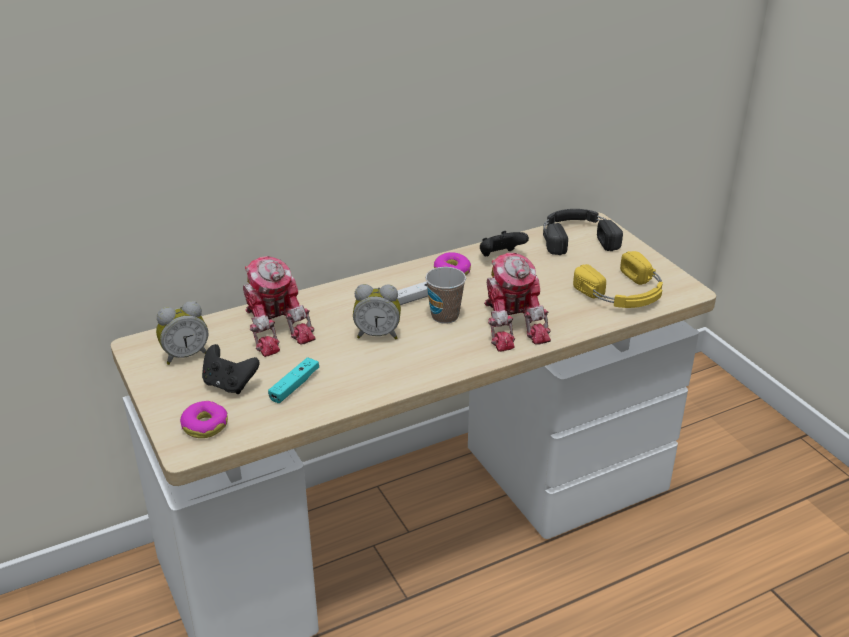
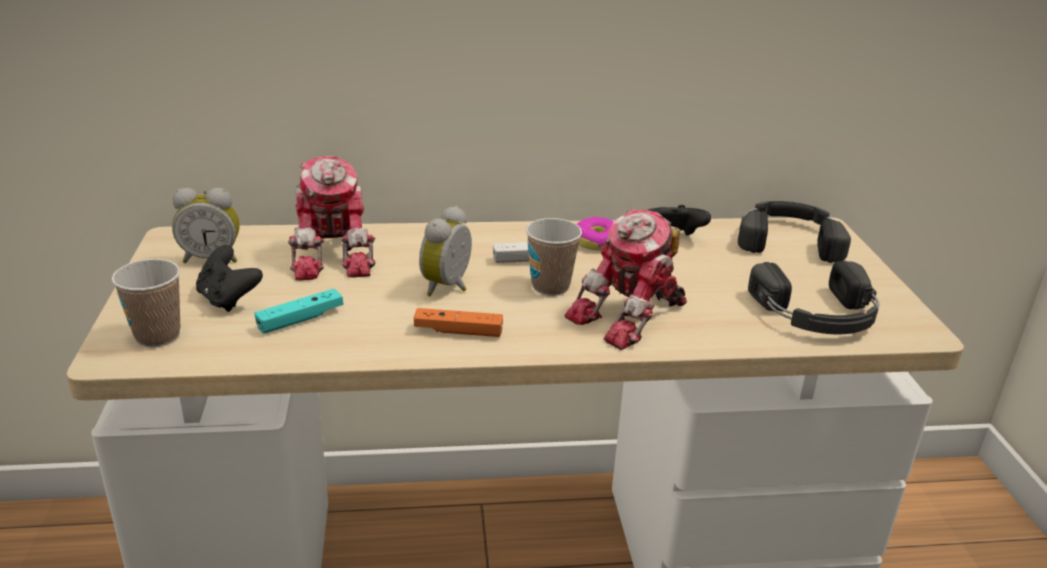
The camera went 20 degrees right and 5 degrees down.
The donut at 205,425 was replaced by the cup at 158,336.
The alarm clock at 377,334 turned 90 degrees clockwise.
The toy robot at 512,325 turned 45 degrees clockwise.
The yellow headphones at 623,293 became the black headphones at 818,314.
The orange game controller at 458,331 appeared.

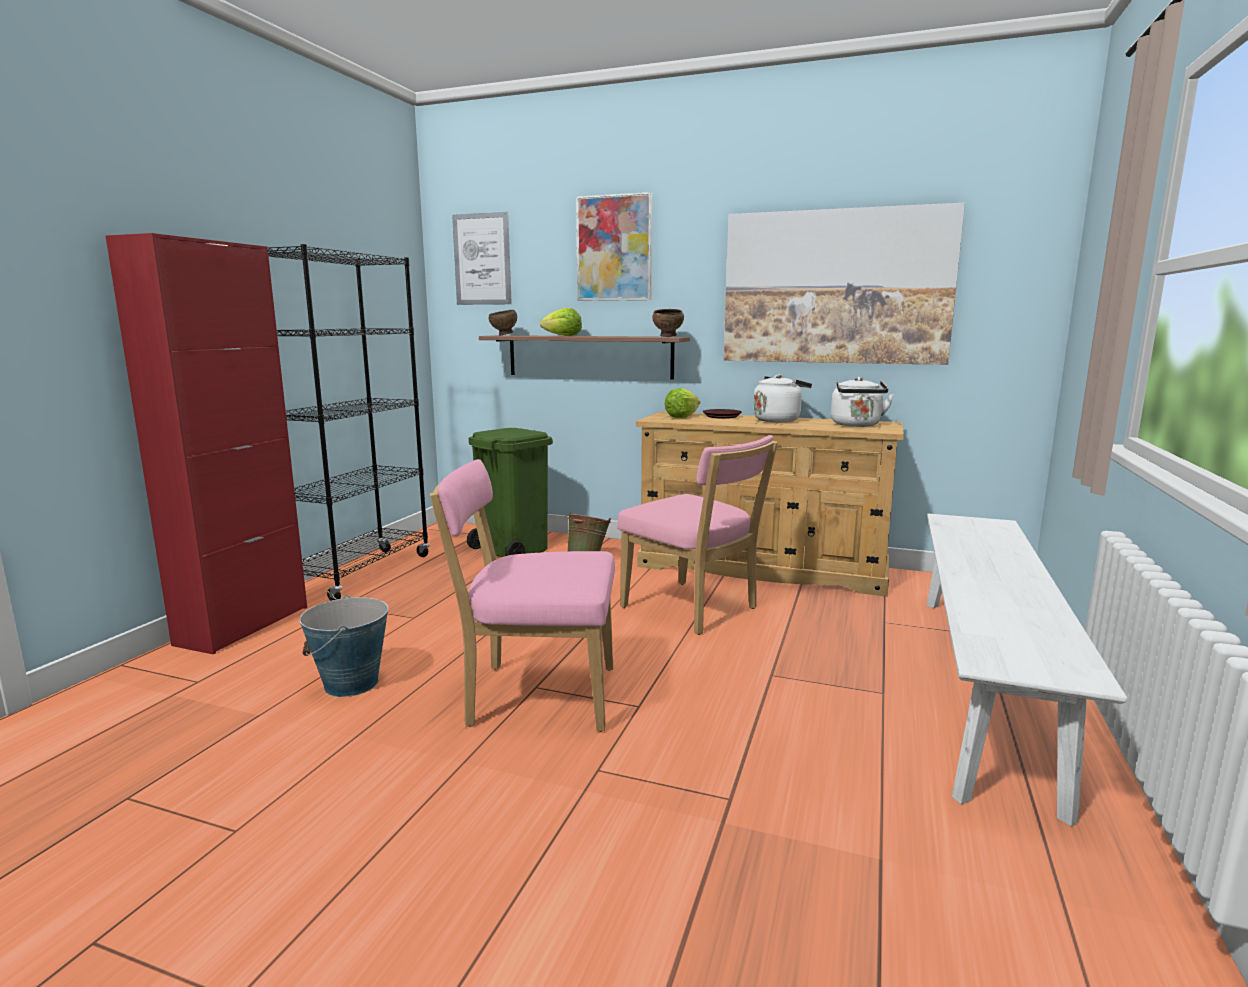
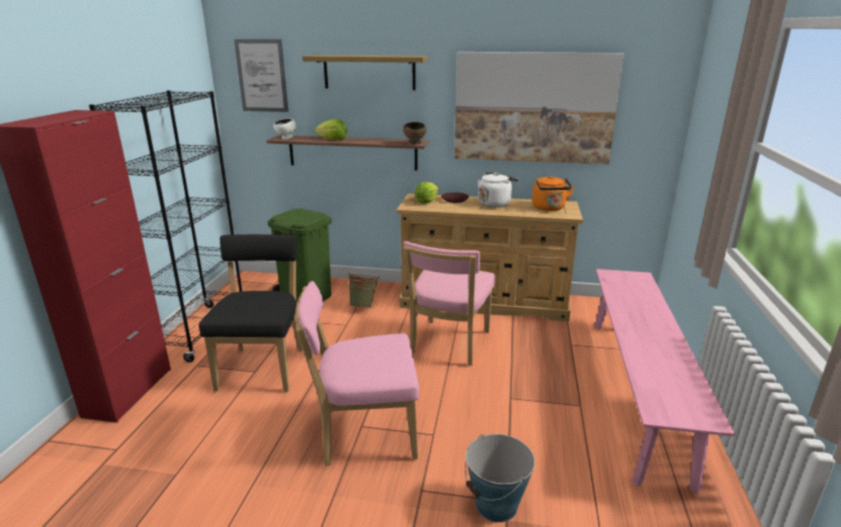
The camera went 10 degrees left and 10 degrees up.
The bucket moved from 351,684 to 496,505.
The brown bowl at 504,335 became the white bowl at 286,139.
The picture at 614,248 was replaced by the shelf at 369,72.
The pink chair at 694,609 turned 75 degrees clockwise.
The white kettle at 856,425 became the orange kettle at 549,208.
The white bench at 981,684 became the pink bench at 636,391.
The black chair at 263,366 appeared.

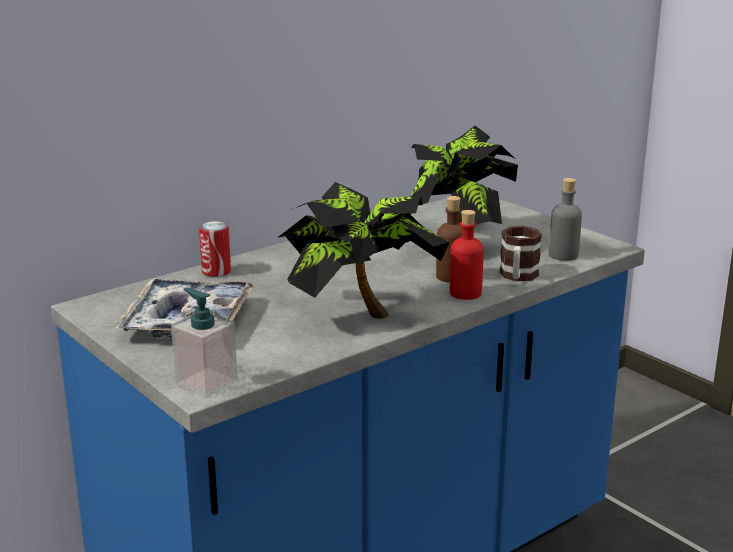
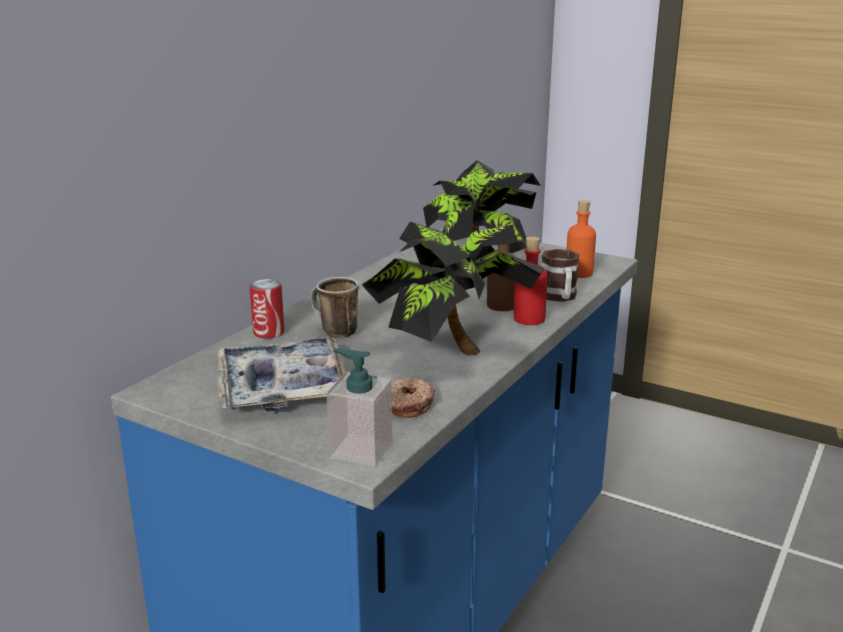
The camera went 20 degrees left and 0 degrees up.
The grey bottle at 563,255 became the orange bottle at 578,273.
The mug at 333,331 appeared.
The donut at 407,405 appeared.

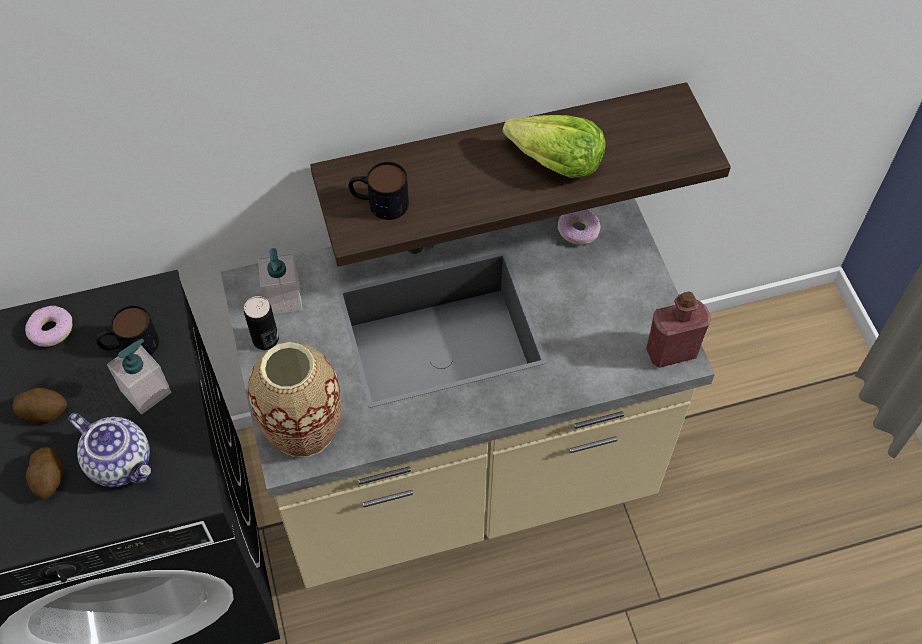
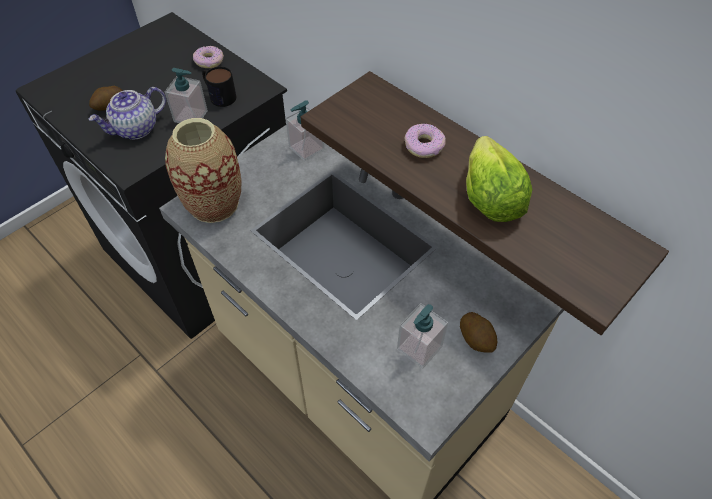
The camera went 60 degrees right and 5 degrees down.
The potato moved from 44,411 to 476,339.
The teapot at 121,462 turned 45 degrees clockwise.
The can at 265,339 disappeared.
The mug at 379,203 disappeared.
The donut moved from 578,230 to 424,146.
The red bottle at 671,352 disappeared.
The soap dispenser at 419,348 appeared.

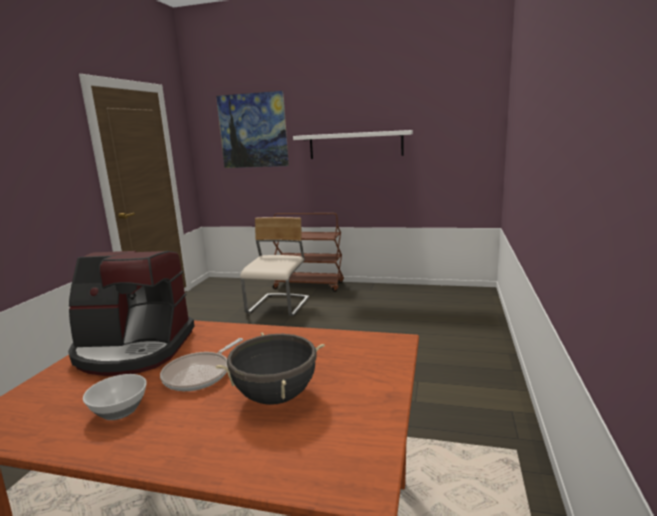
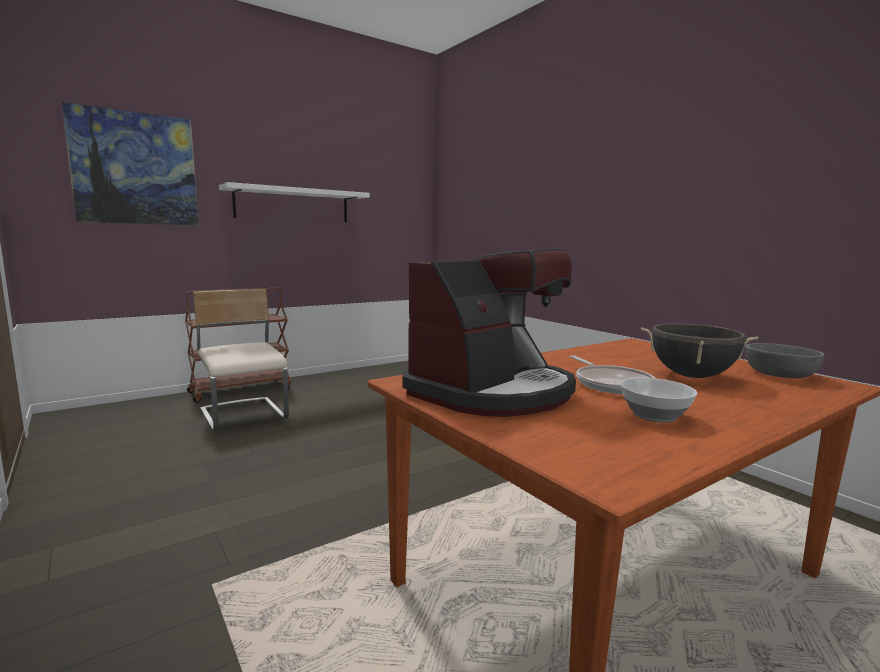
The camera went 50 degrees left and 5 degrees down.
The grey bowl at 779,374 appeared.

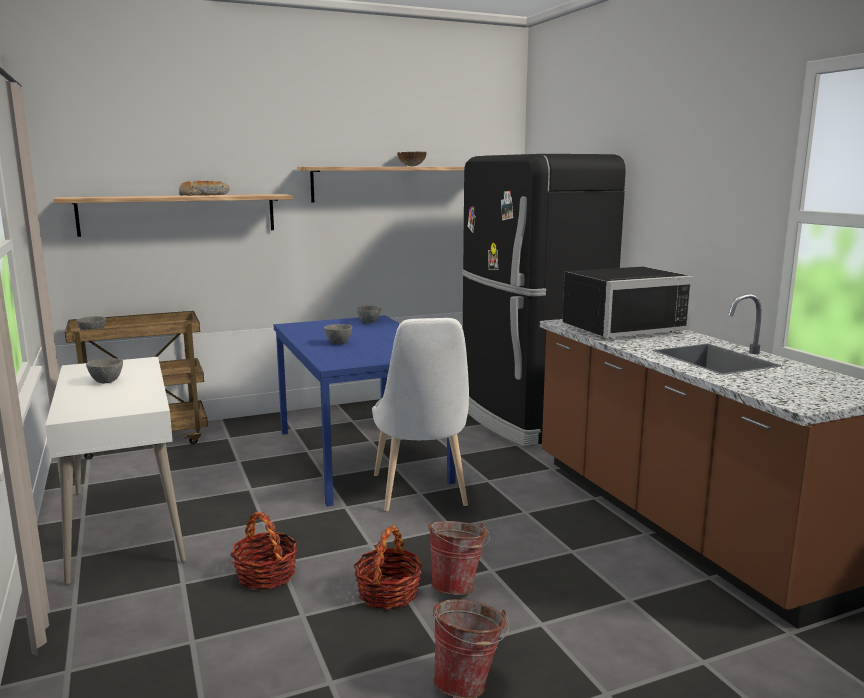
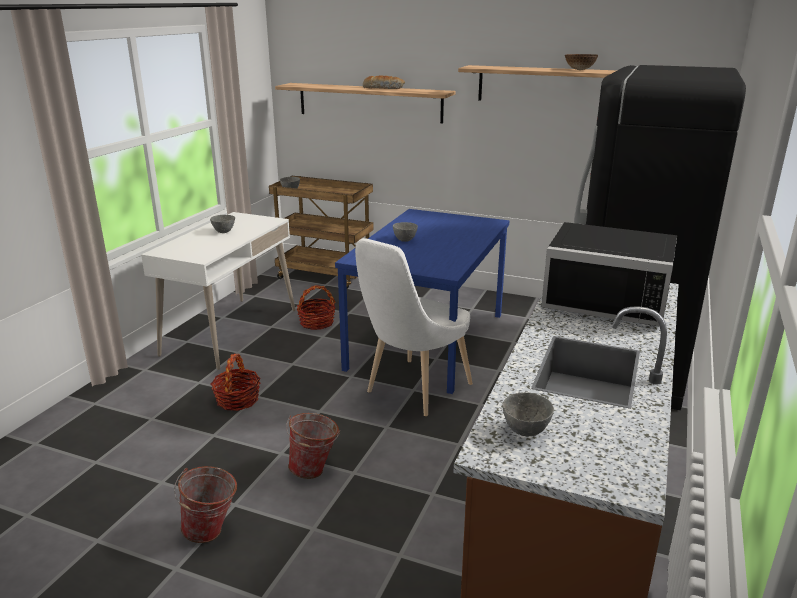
The camera went 45 degrees right and 10 degrees up.
The basket moved from 388,593 to 316,323.
The grey bowl moved from 369,322 to 526,431.

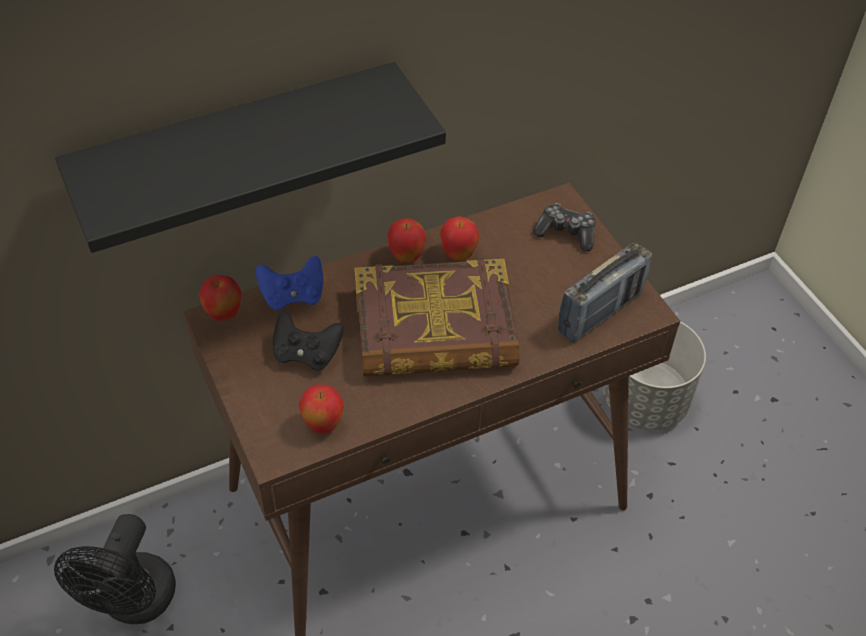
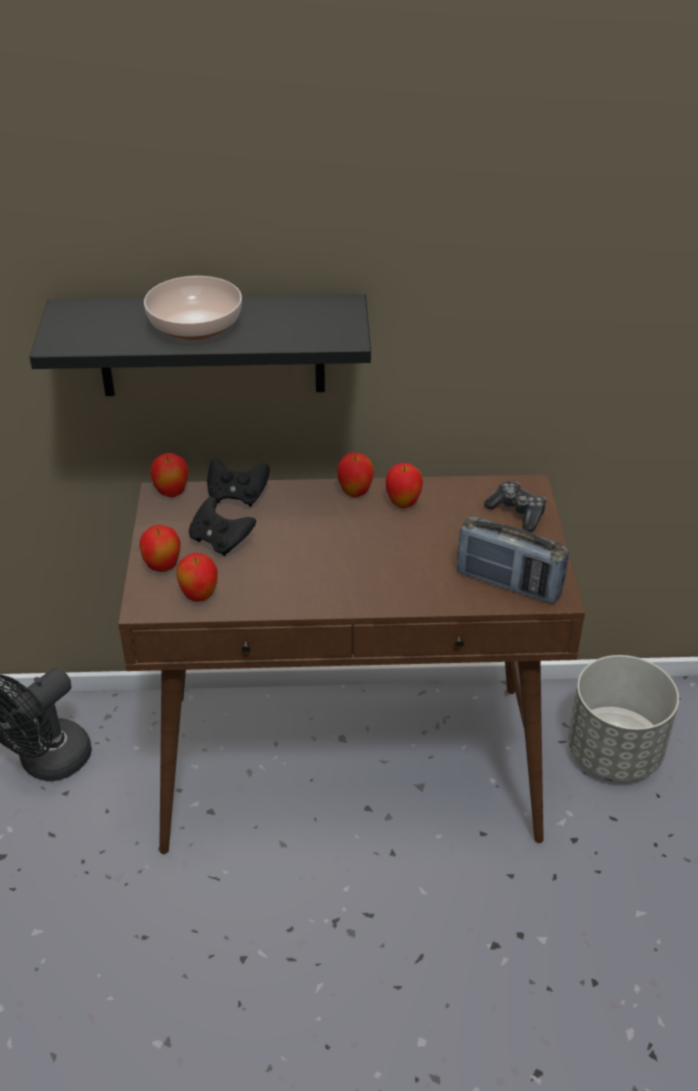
The camera went 25 degrees right and 10 degrees down.
The blue game controller at 293,296 became the black game controller at 237,496.
The book at 435,330 disappeared.
The radio at 600,312 turned 45 degrees clockwise.
The apple at 163,567 appeared.
The bowl at 194,325 appeared.

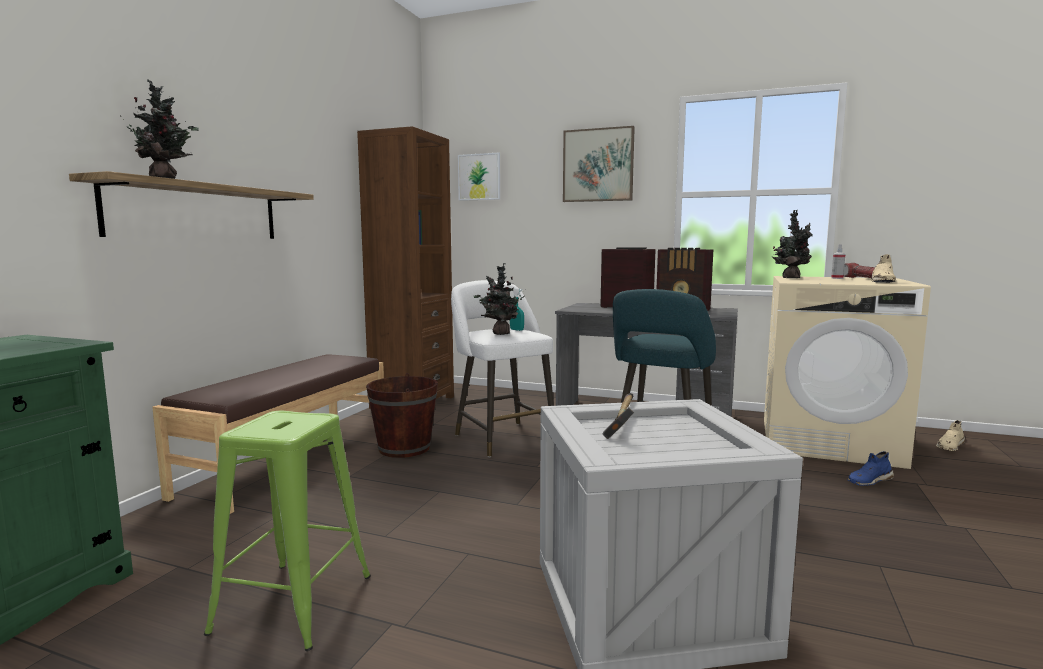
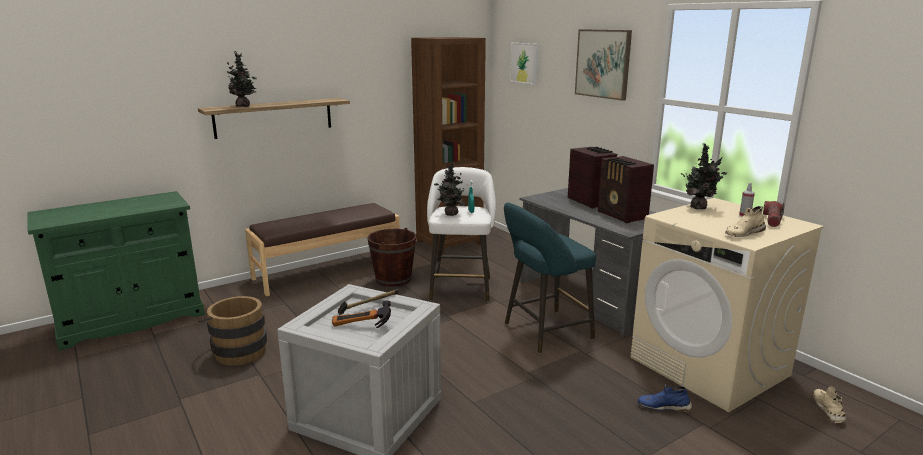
The camera went 35 degrees right and 10 degrees up.
The green stool at 293,604 was replaced by the brown bucket at 238,350.
The beige shoe at 949,446 turned 105 degrees clockwise.
The hammer at 361,327 appeared.

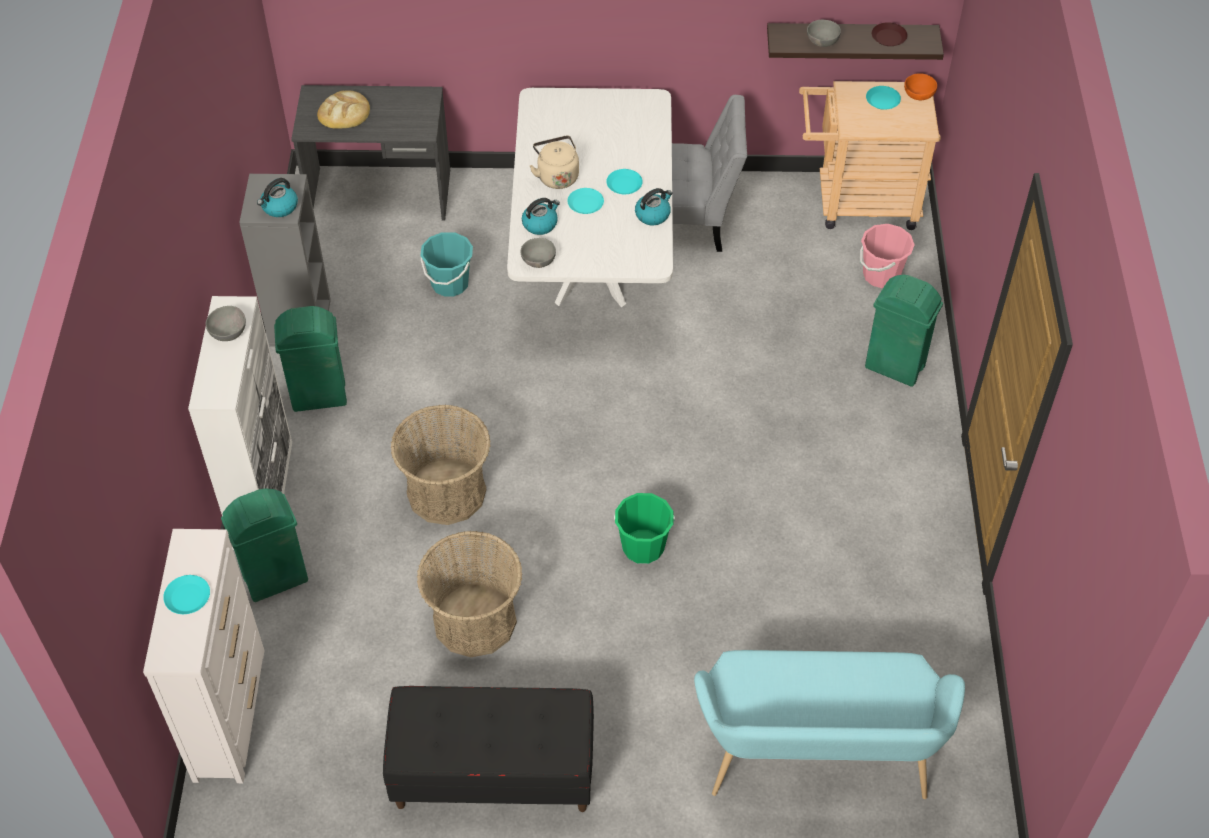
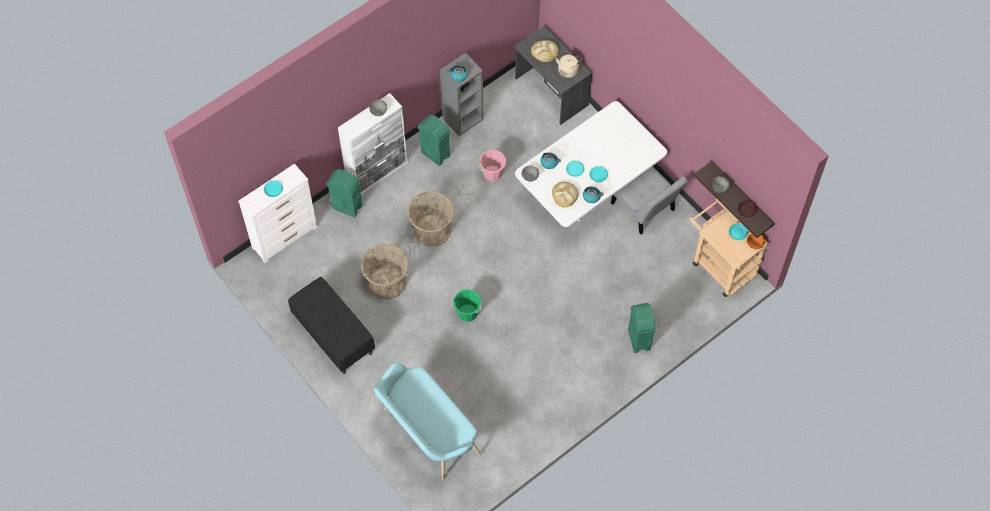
The camera went 50 degrees right and 10 degrees up.
The turquoise bucket at 450,283 disappeared.
The beige kettle moved from 556,176 to 568,69.
The pink bucket moved from 881,275 to 492,173.
The bread at 565,195 appeared.

